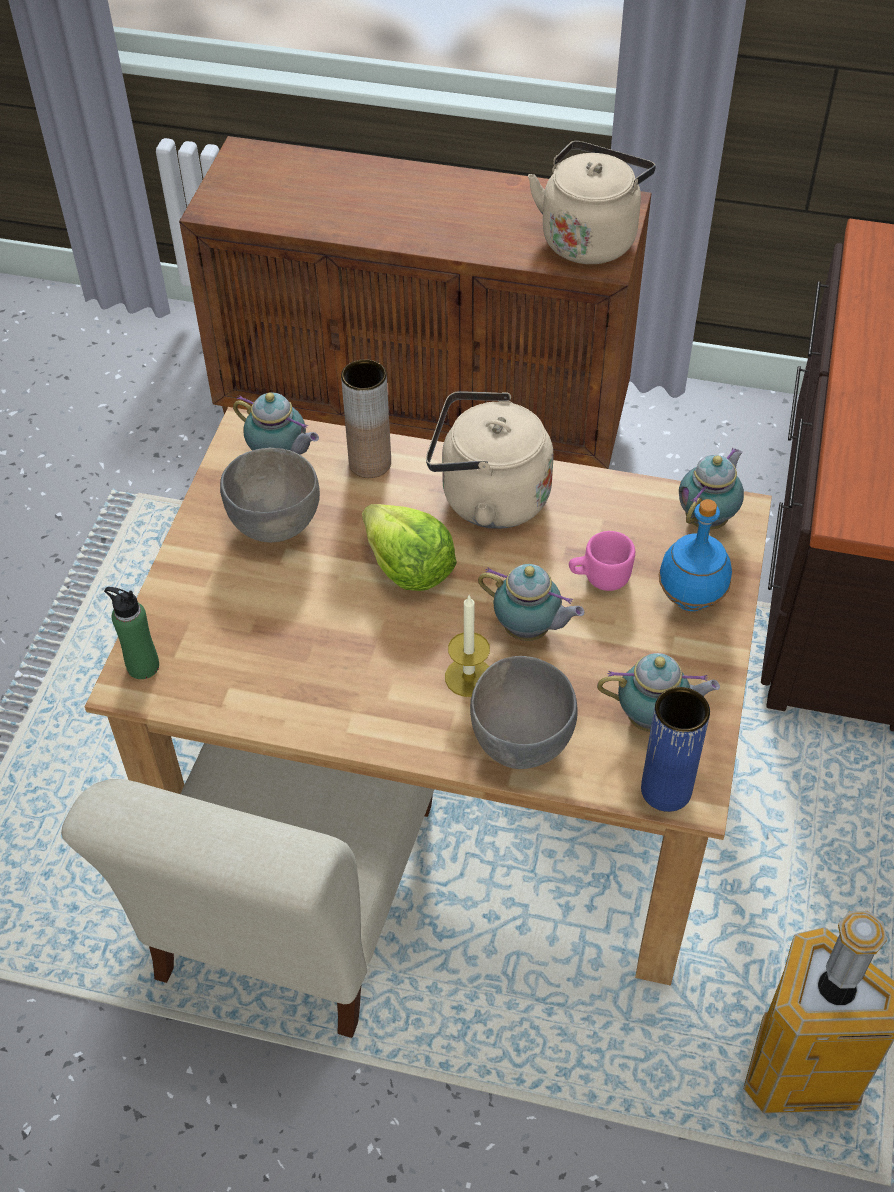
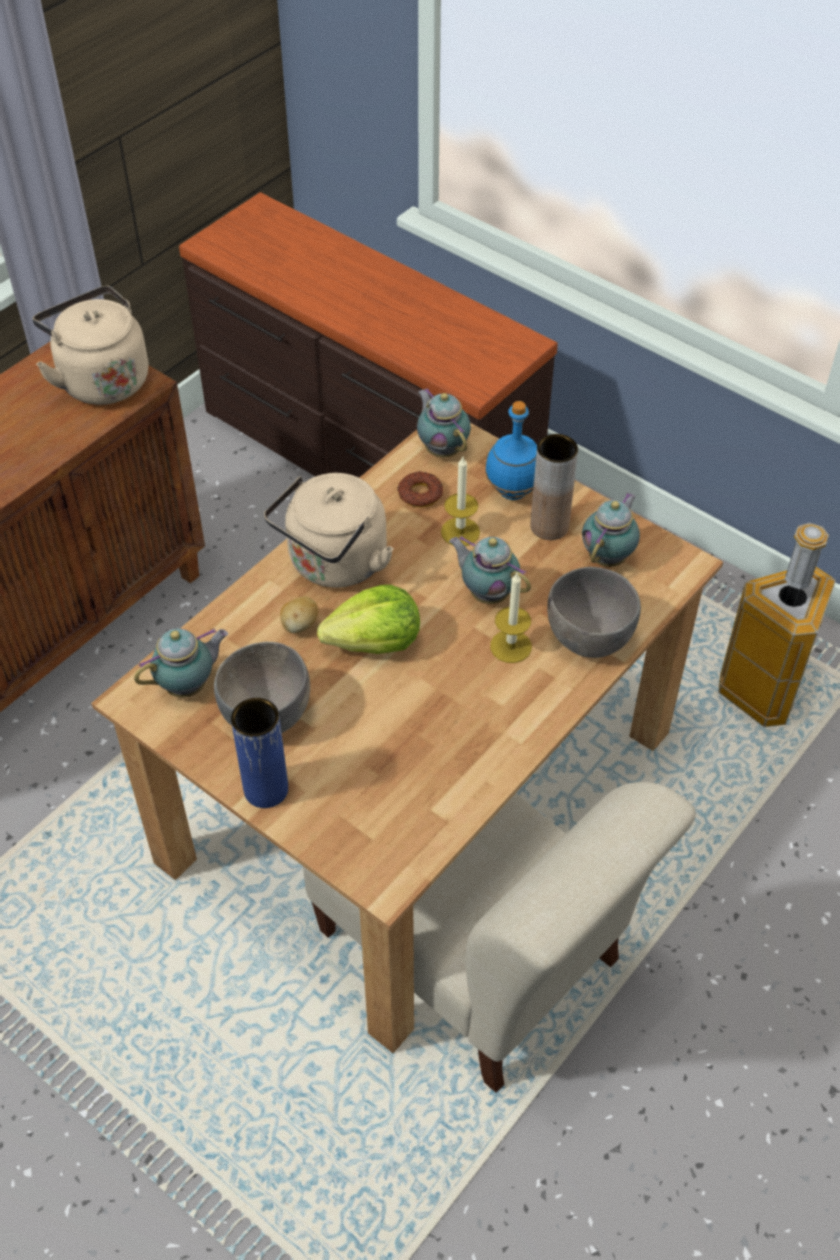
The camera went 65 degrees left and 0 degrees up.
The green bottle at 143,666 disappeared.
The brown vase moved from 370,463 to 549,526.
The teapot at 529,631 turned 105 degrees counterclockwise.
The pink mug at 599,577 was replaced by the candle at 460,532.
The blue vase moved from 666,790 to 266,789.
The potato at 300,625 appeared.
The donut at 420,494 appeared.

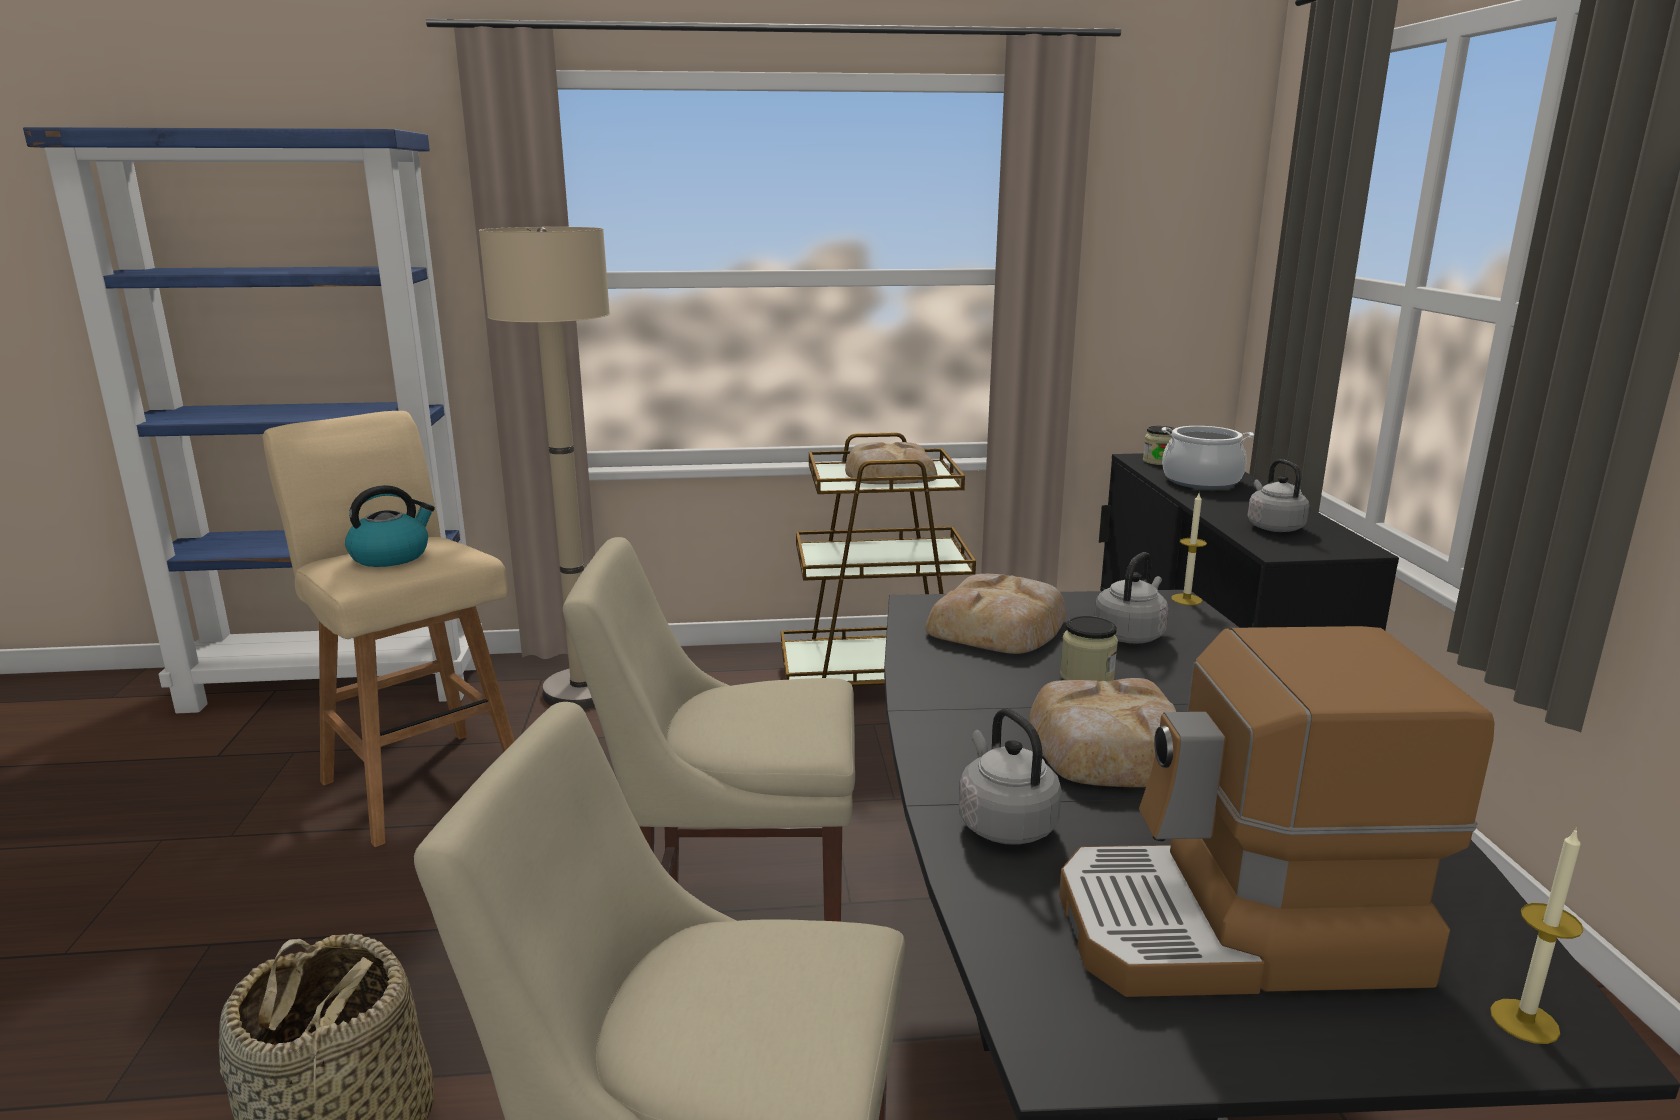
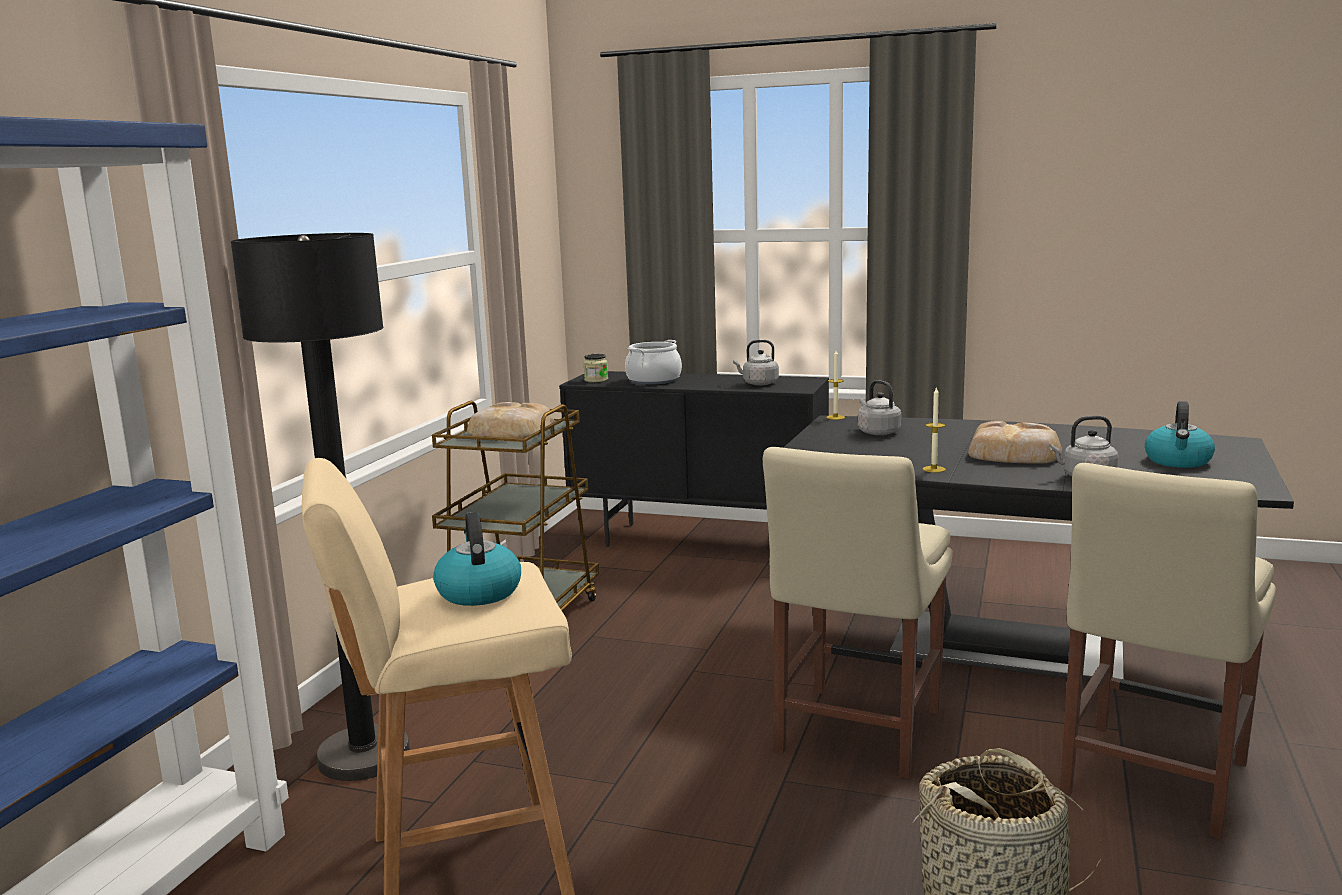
The camera went 65 degrees left and 5 degrees down.
The beige floor lamp at 583,691 became the black floor lamp at 364,756.
The bread at 999,626 disappeared.
The coffee machine at 1238,931 was replaced by the kettle at 1178,461.
The jar at 1087,677 disappeared.
The candle moved from 1524,1021 to 934,469.

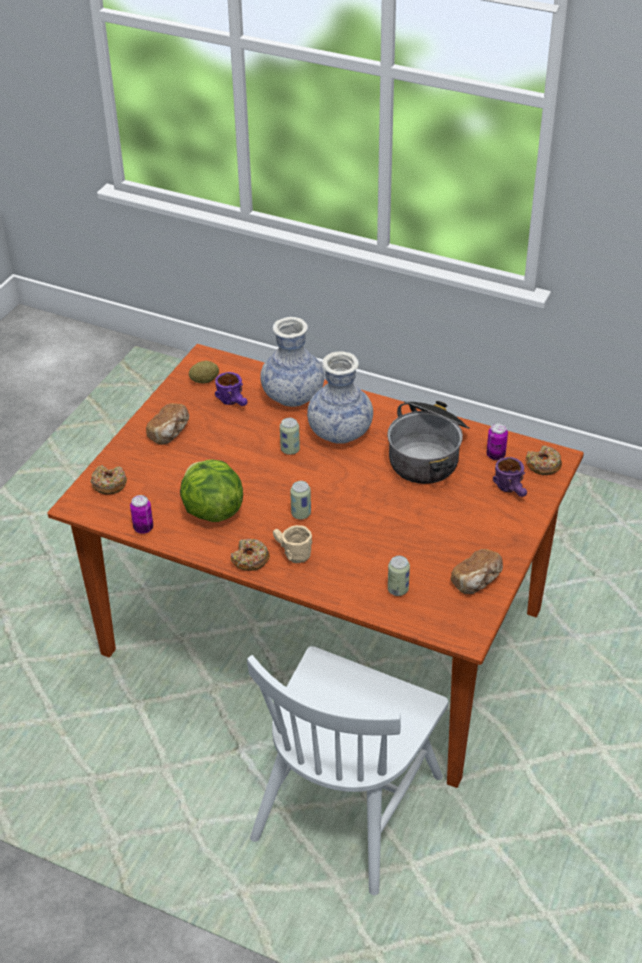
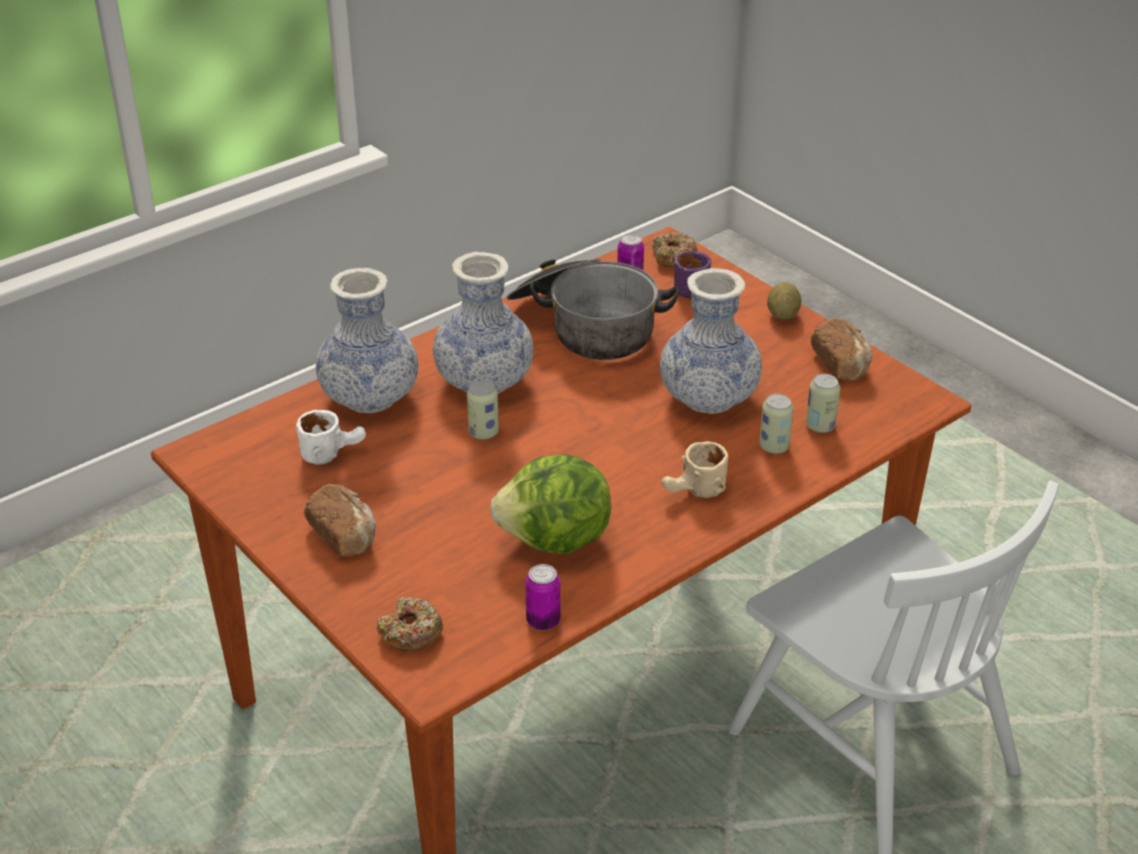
The camera went 65 degrees left and 5 degrees down.
The potato moved from 204,380 to 782,315.
The purple mug at 235,402 became the white mug at 333,452.
The donut at 250,559 disappeared.
The can moved from 301,514 to 774,446.
The vase at 708,397 appeared.

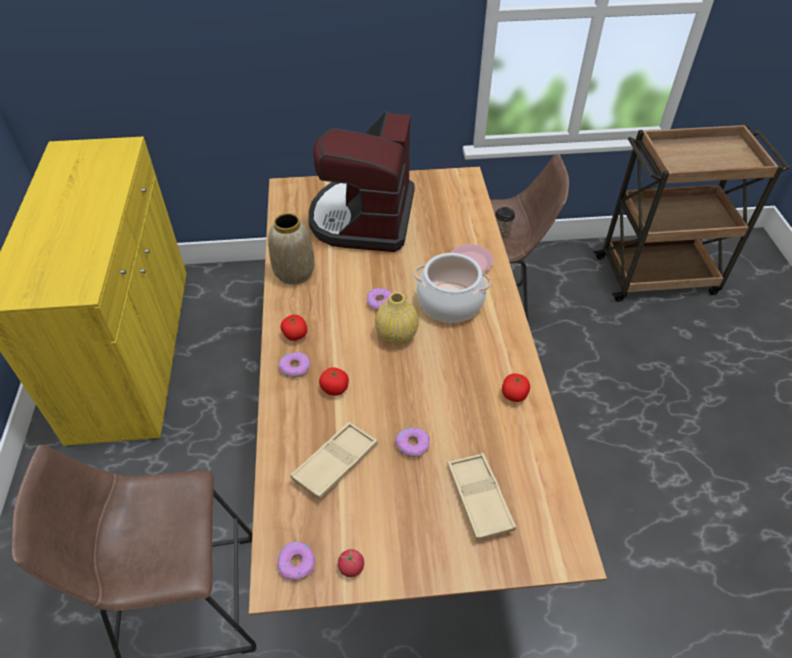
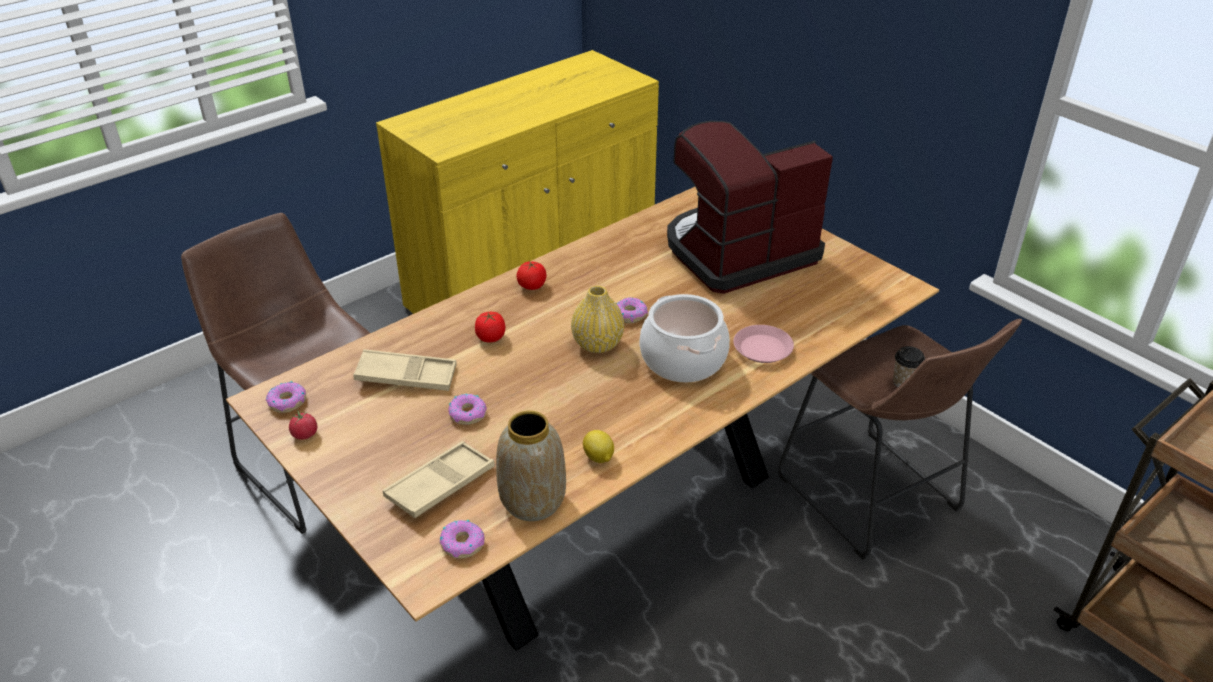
The camera went 55 degrees right and 10 degrees down.
The vase moved from 294,273 to 533,501.
The donut moved from 295,368 to 462,543.
The tomato at 514,395 was replaced by the lemon at 598,458.

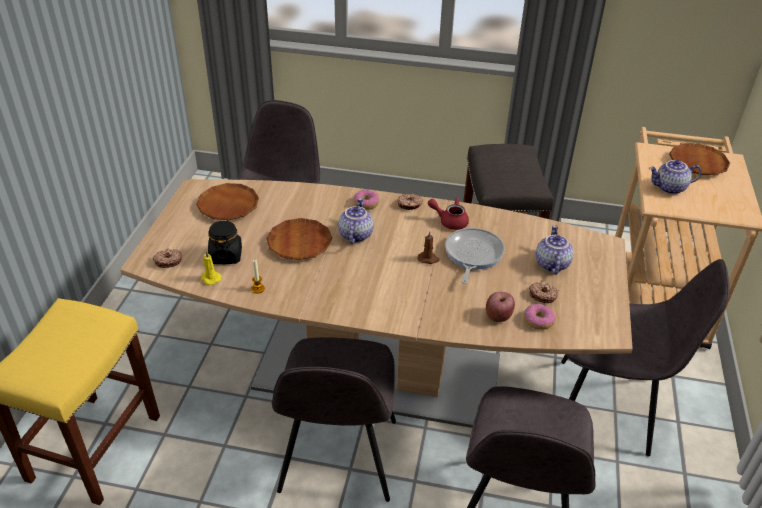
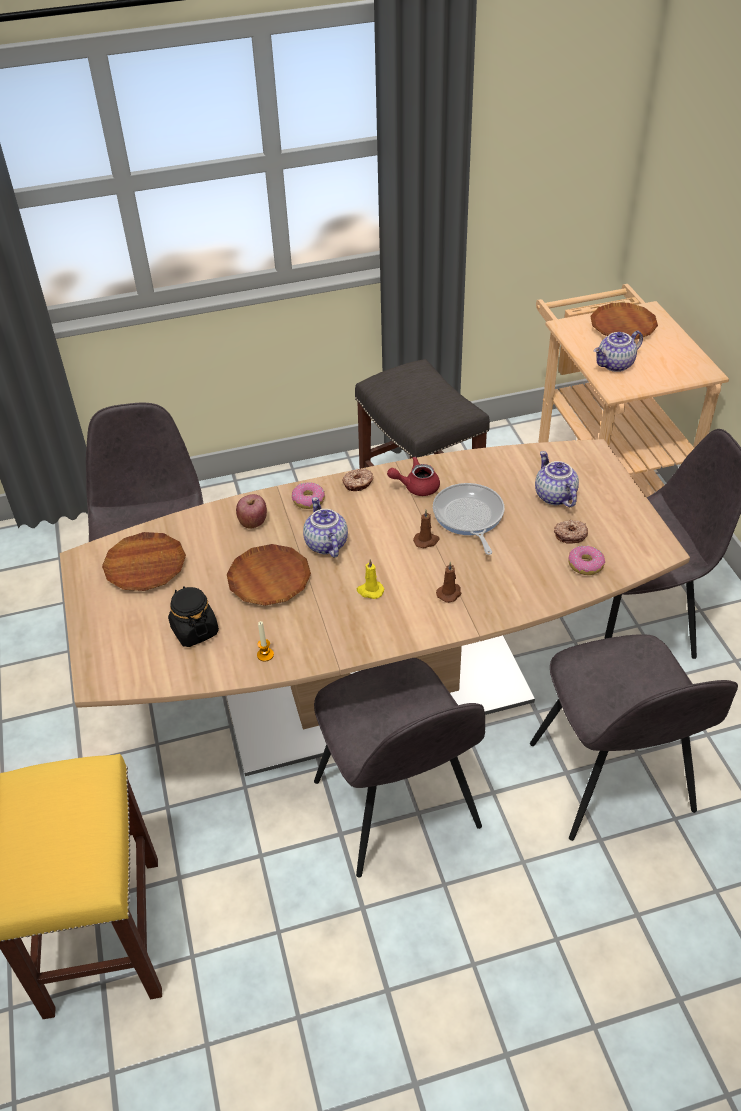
The camera went 25 degrees left and 5 degrees up.
The donut at 168,261 disappeared.
The yellow candle moved from 210,278 to 370,591.
The apple moved from 498,316 to 253,522.
The brown candle at 449,593 appeared.

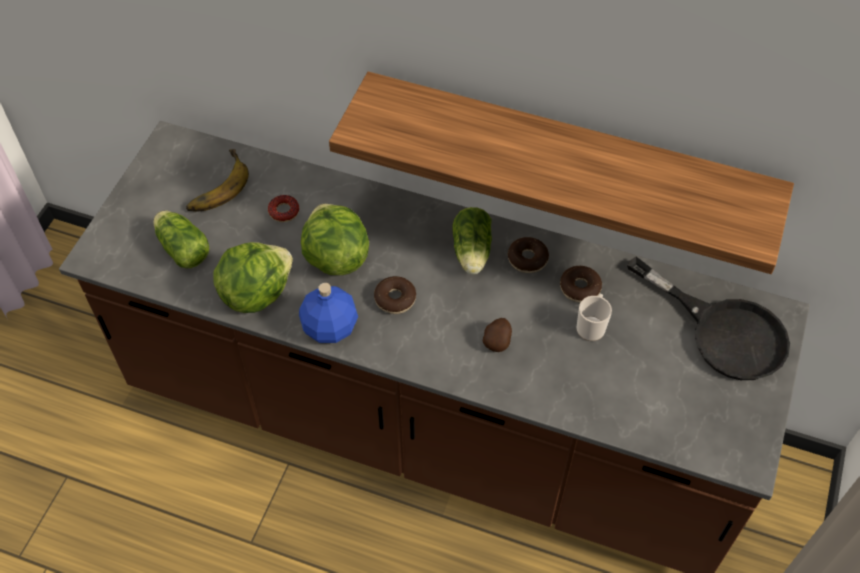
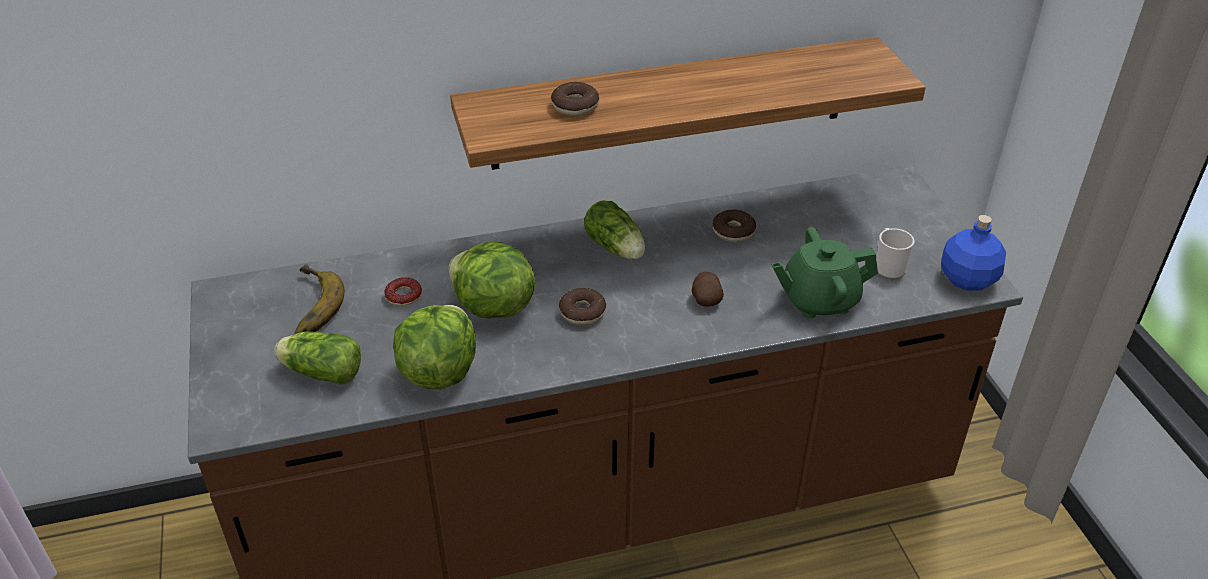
The camera went 35 degrees left and 15 degrees down.
The blue bottle moved from 329,328 to 968,280.
The donut moved from 527,259 to 575,106.
The mug moved from 591,326 to 888,267.
The black frying pan at 723,331 disappeared.
The green teapot at 818,300 appeared.

